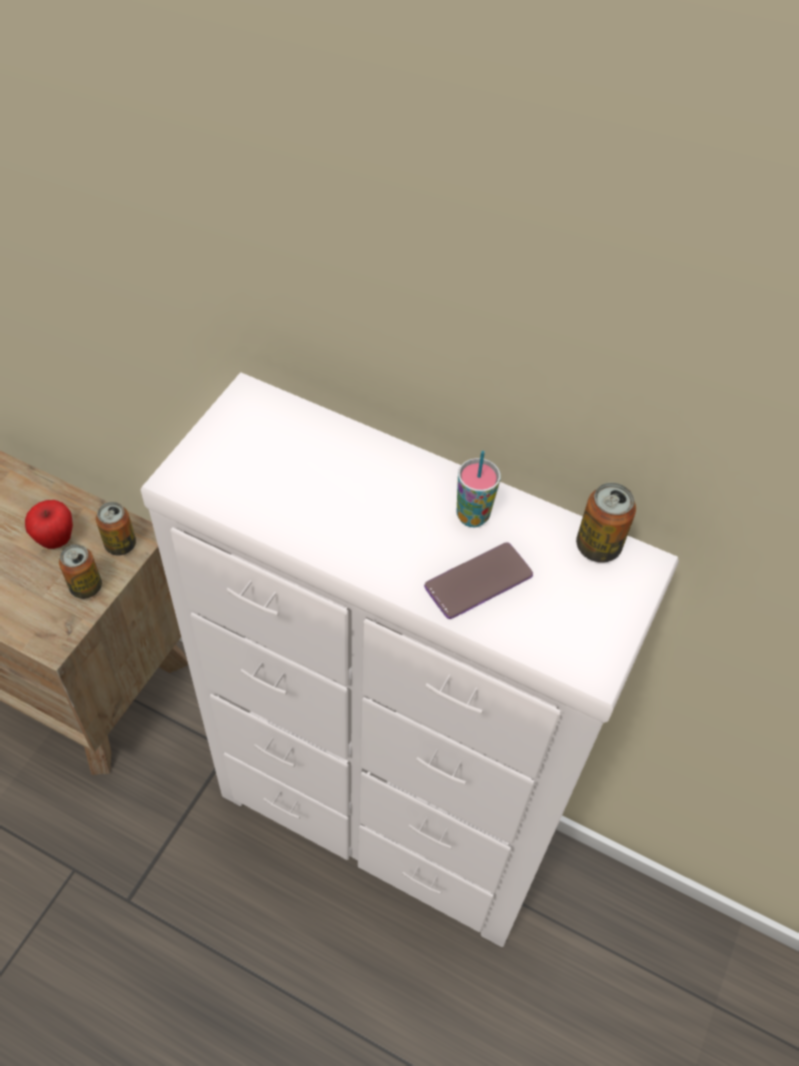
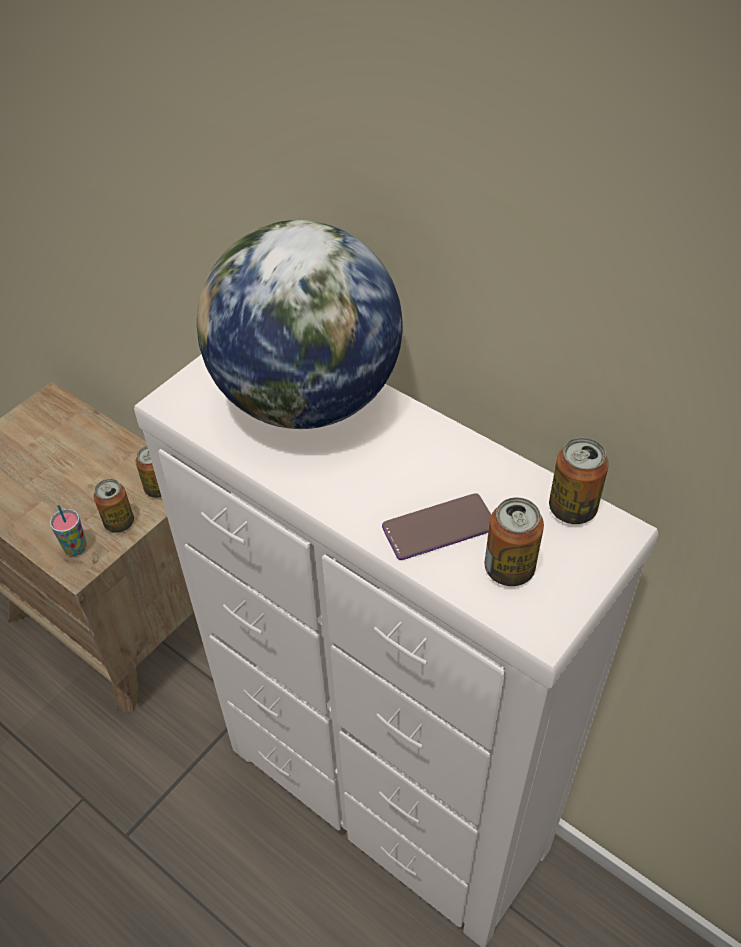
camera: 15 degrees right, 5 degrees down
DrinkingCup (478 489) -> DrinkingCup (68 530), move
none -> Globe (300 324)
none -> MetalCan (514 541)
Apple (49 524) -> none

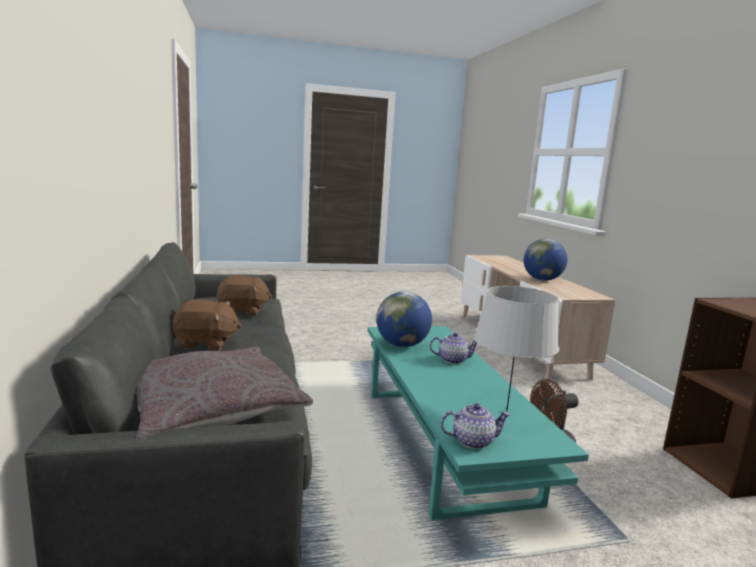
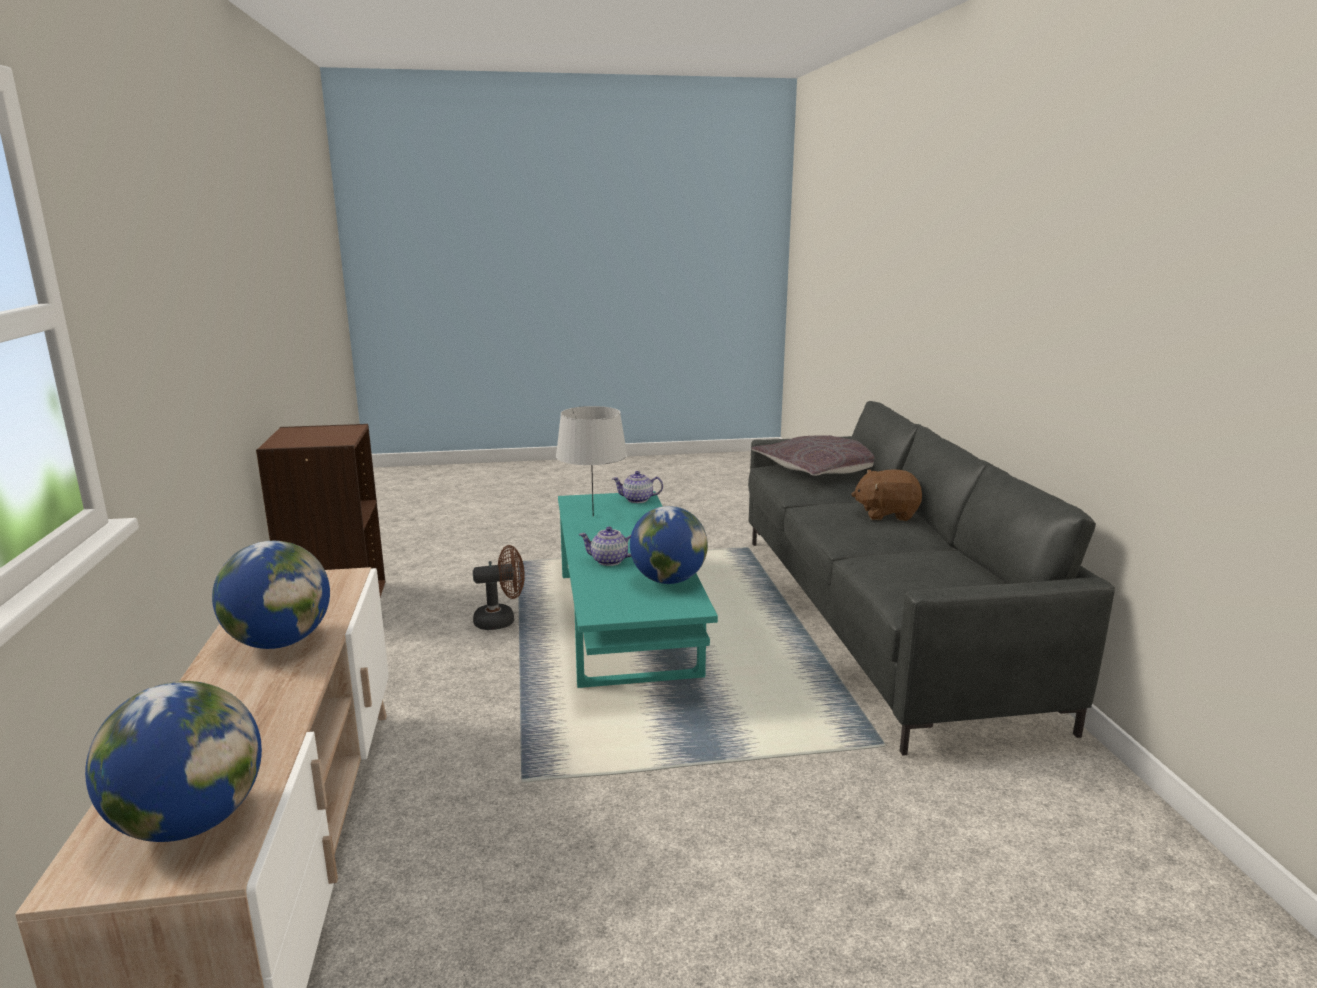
camera: 175 degrees left, 5 degrees up
none -> Globe (173 761)
BrownishPlushToy (245 296) -> none

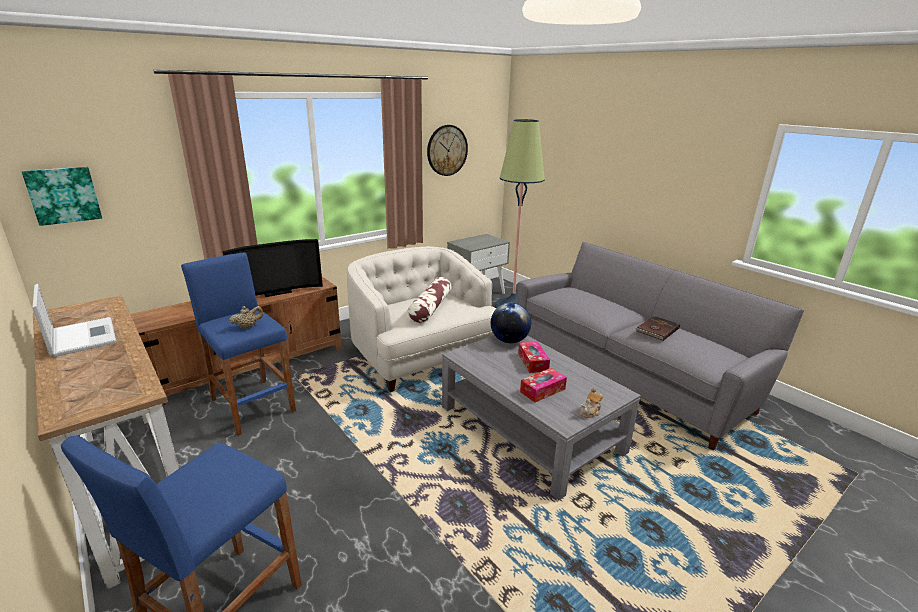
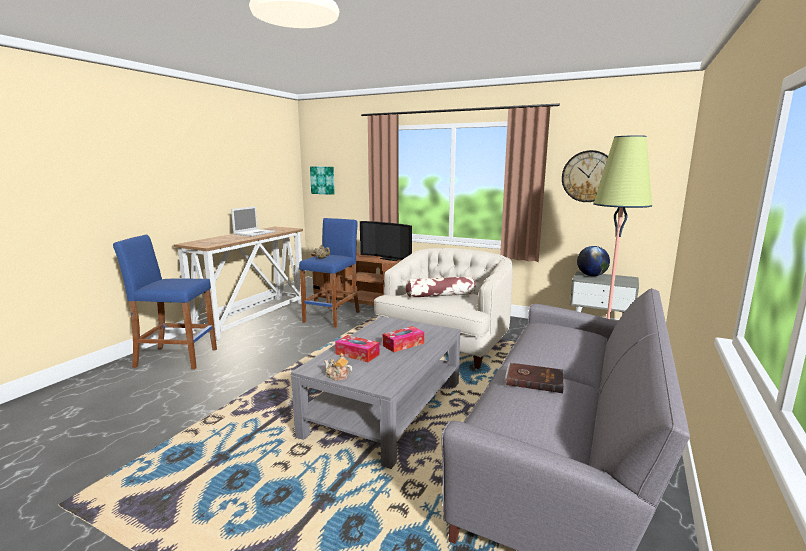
camera: 65 degrees right, 10 degrees down
Globe (511 323) -> Globe (593 261), move

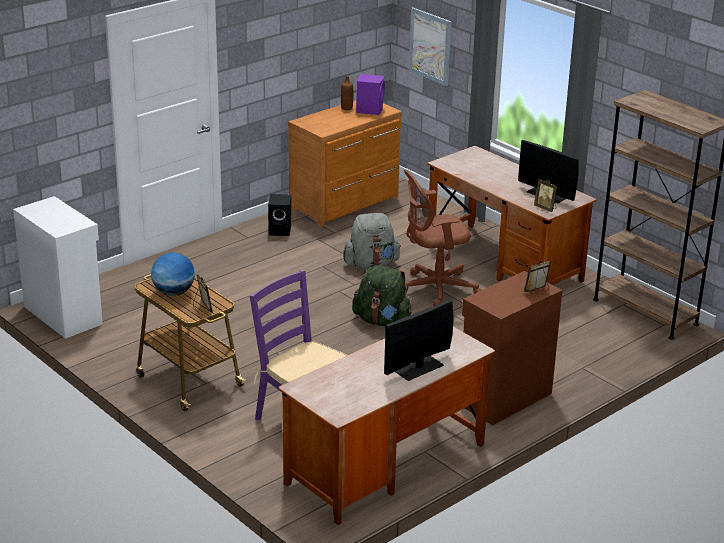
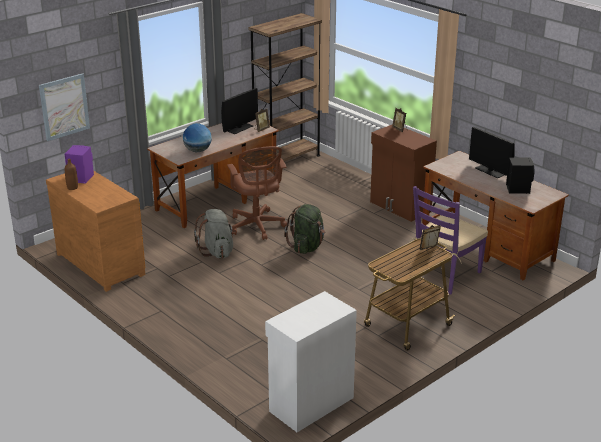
camera: 90 degrees left, 0 degrees up
Globe (173 274) -> Globe (197 137), move
BlackishLoudspeaker (279 215) -> BlackishLoudspeaker (520 175), move

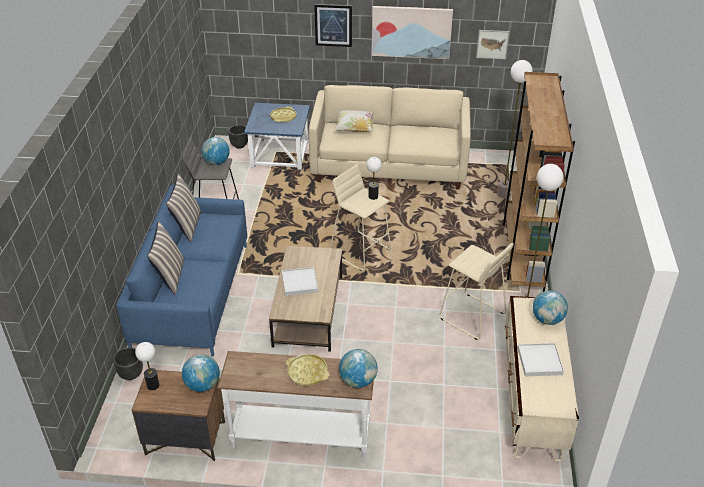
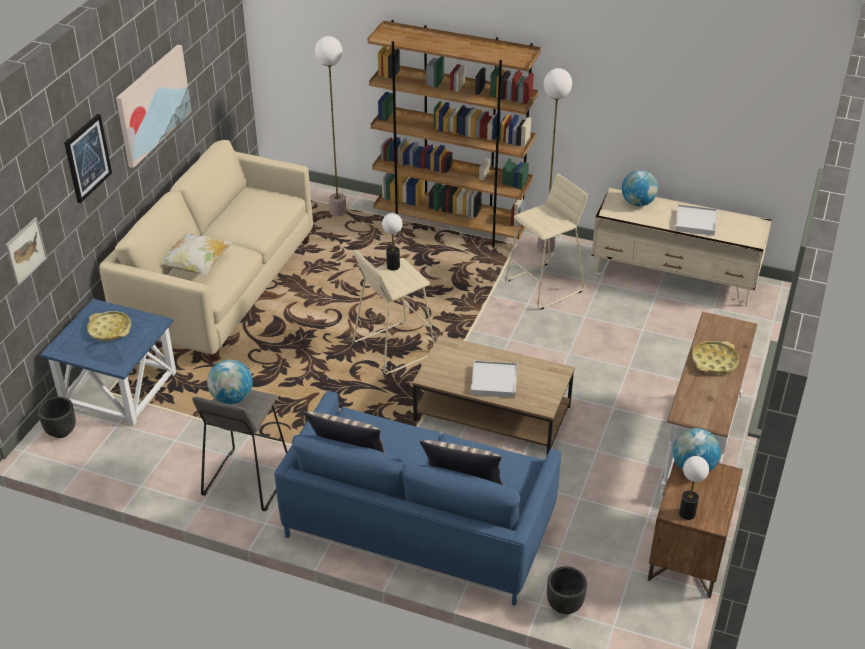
camera: 75 degrees left, 0 degrees up
WallArt (493 44) -> WallArt (26 251), move
Globe (358 368) -> none

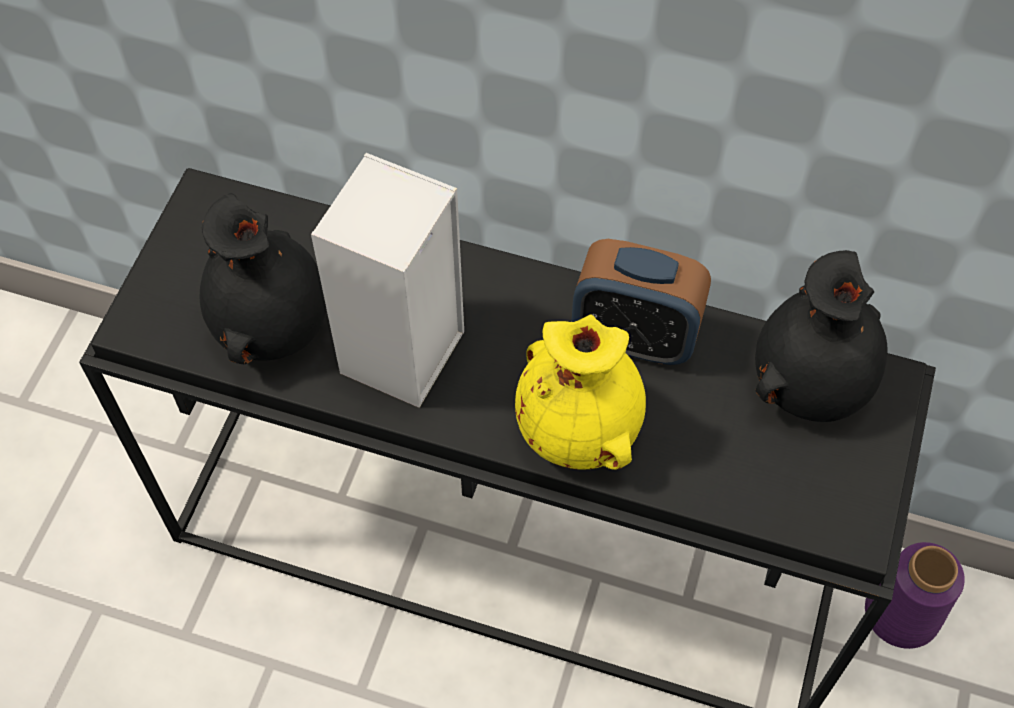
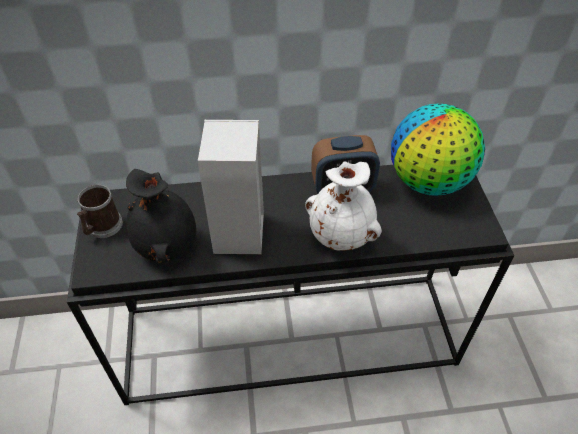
camera: 25 degrees left, 10 degrees down
none -> CoffeeMug (100 211)
YellowDecorativeVase (580 392) -> WhiteDecorativeVase (343 206)
BlackishDecorativeVase (821 336) -> Globe (438 150)
PurpleColouredDecorativeVase (915 595) -> none

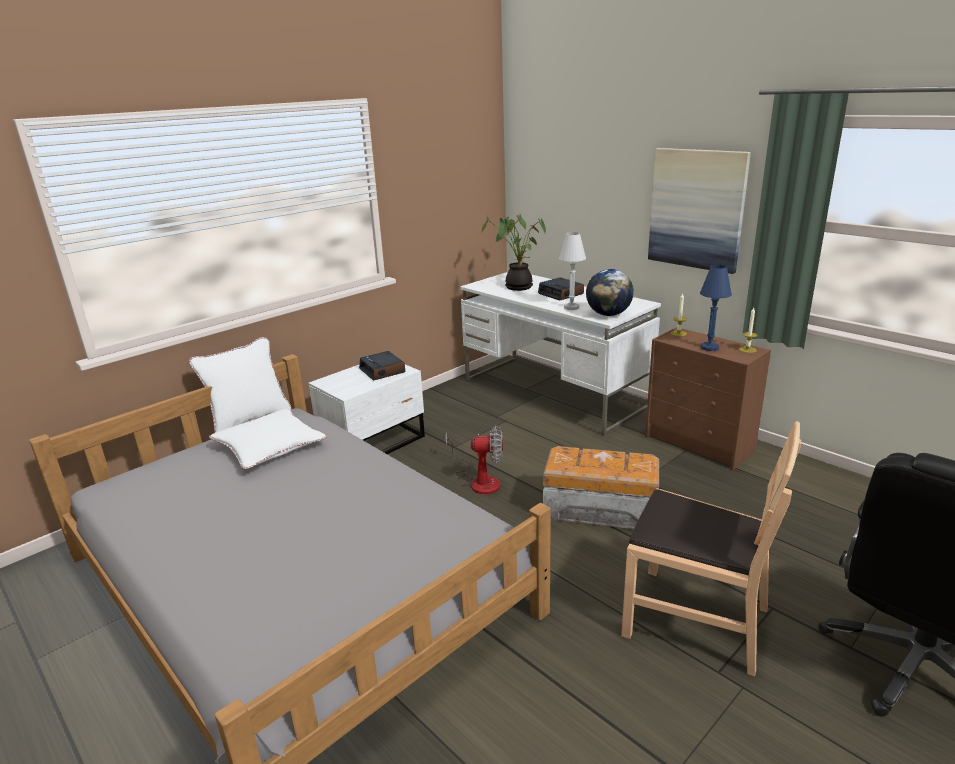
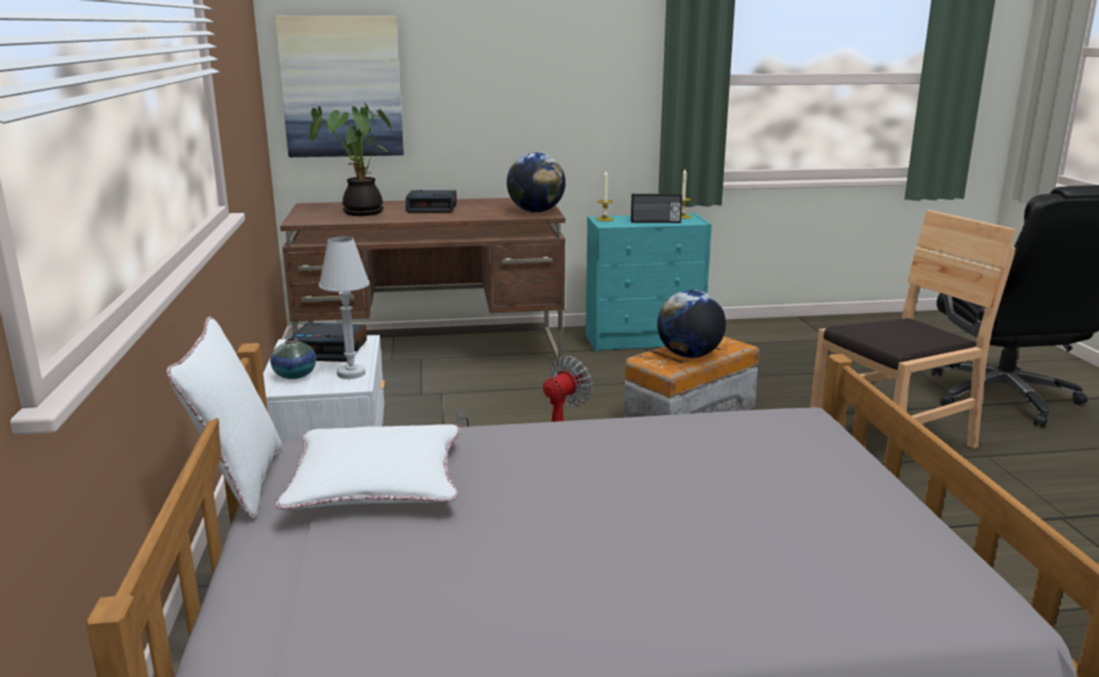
camera: 55 degrees left, 5 degrees down
none -> DecorativeVase (293 358)
WallArt (699 211) -> WallArt (339 86), move
WhiteDeskUnit (560 354) -> BrownishDeskUnit (422 281)
WhiteTableLamp (572 271) -> WhiteTableLamp (344 308), move
BrownishDrawerChest (708 398) -> BlueGreenDrawerChest (649 282)
BlueTableLamp (716 307) -> RadioSet (656 208)
none -> Globe (691 324)

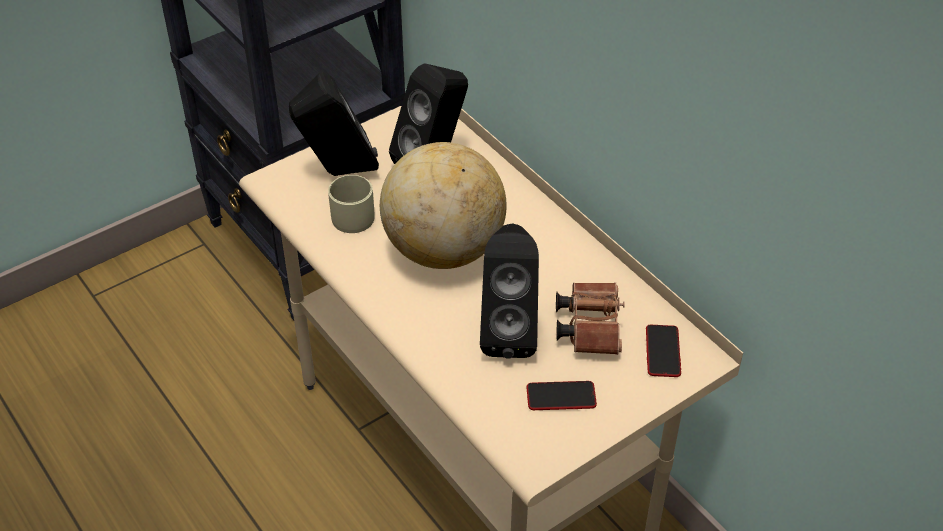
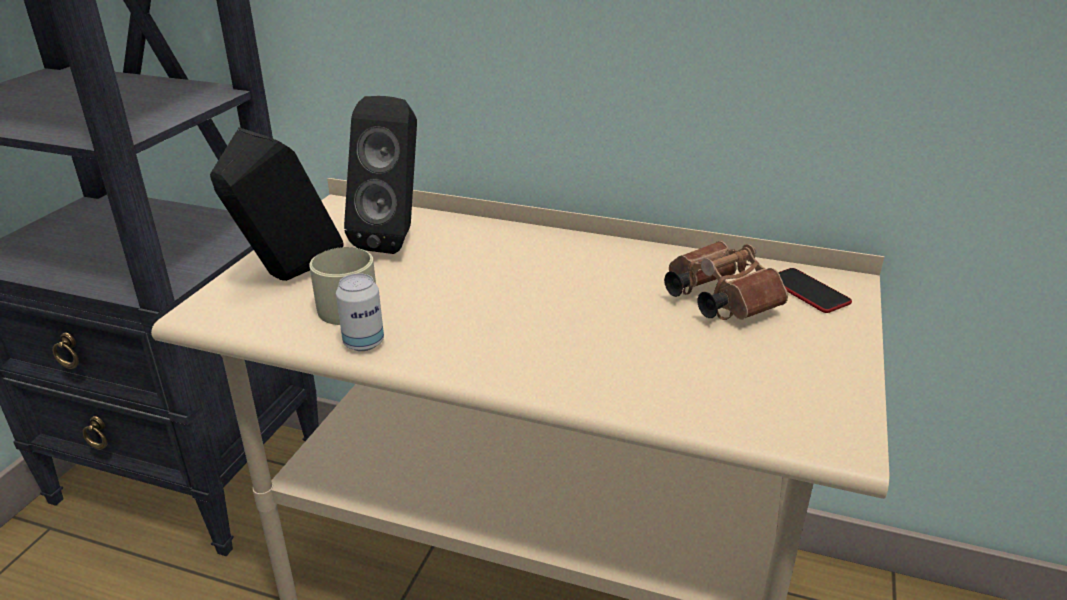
camera: 35 degrees left, 15 degrees down
none -> MetalCan (360 312)
Globe (443 205) -> none
BlackishLoudspeaker (509 291) -> none
Handset (562 395) -> none

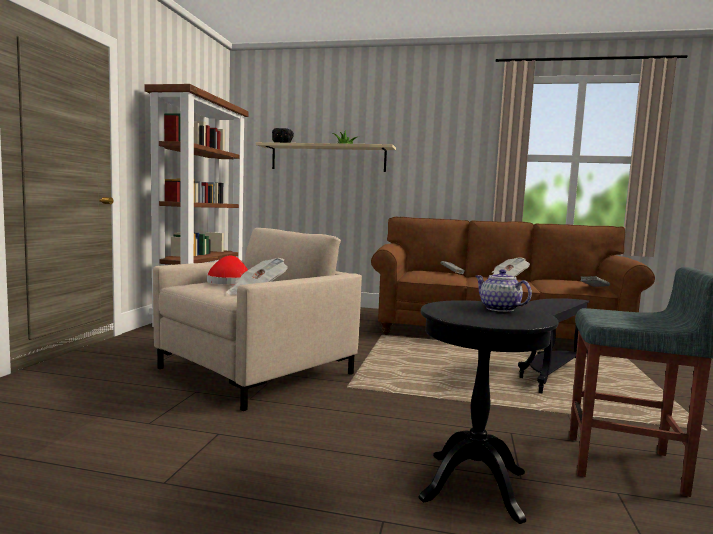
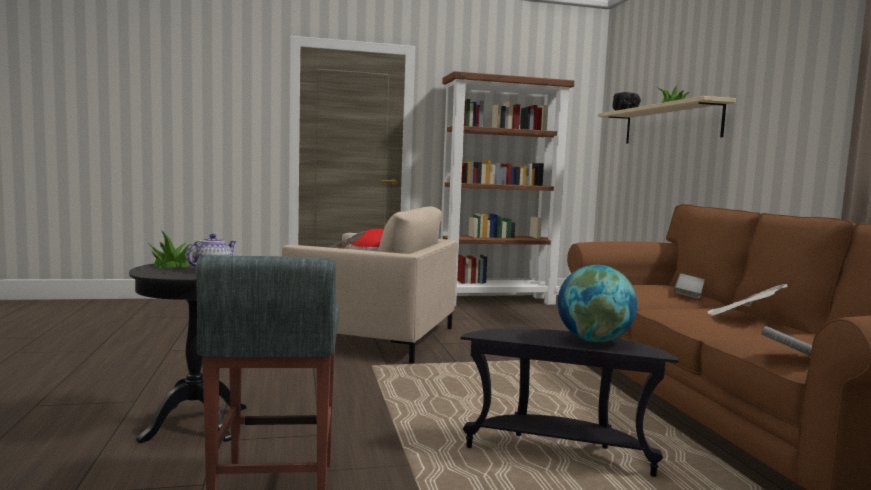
camera: 65 degrees right, 0 degrees up
none -> PottedPlant (173 249)
none -> Globe (597 303)

